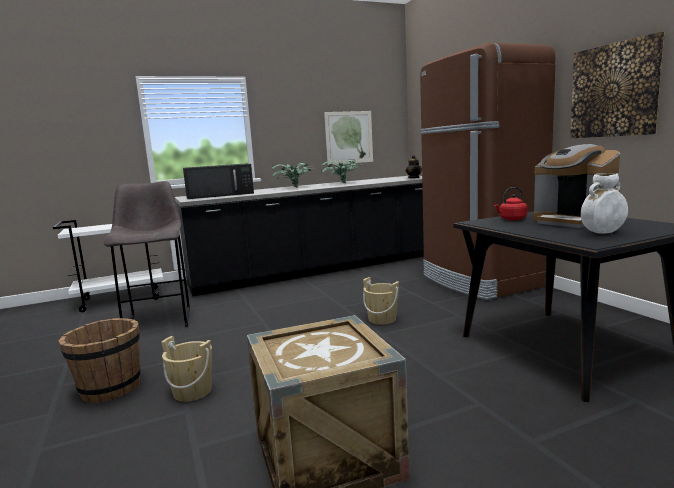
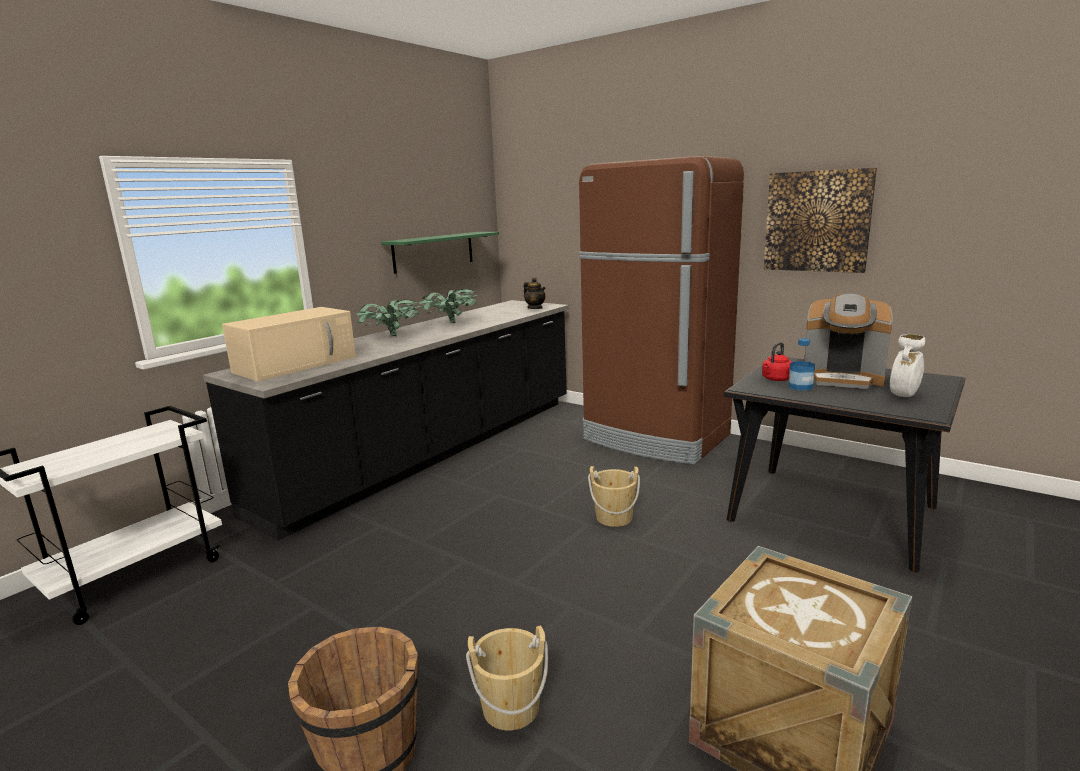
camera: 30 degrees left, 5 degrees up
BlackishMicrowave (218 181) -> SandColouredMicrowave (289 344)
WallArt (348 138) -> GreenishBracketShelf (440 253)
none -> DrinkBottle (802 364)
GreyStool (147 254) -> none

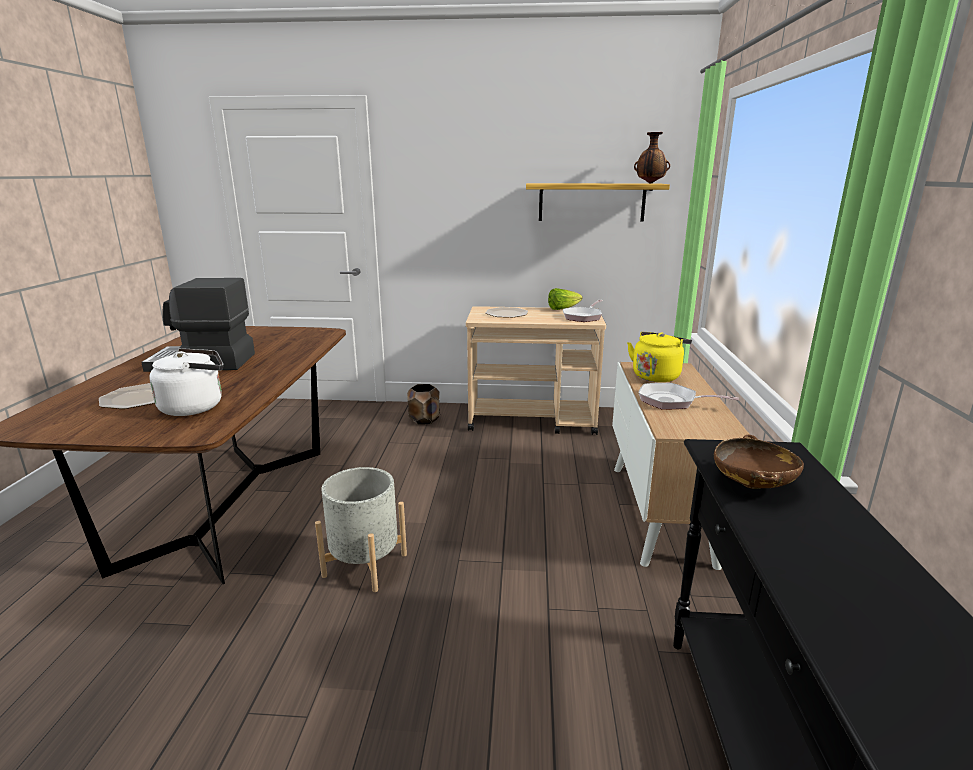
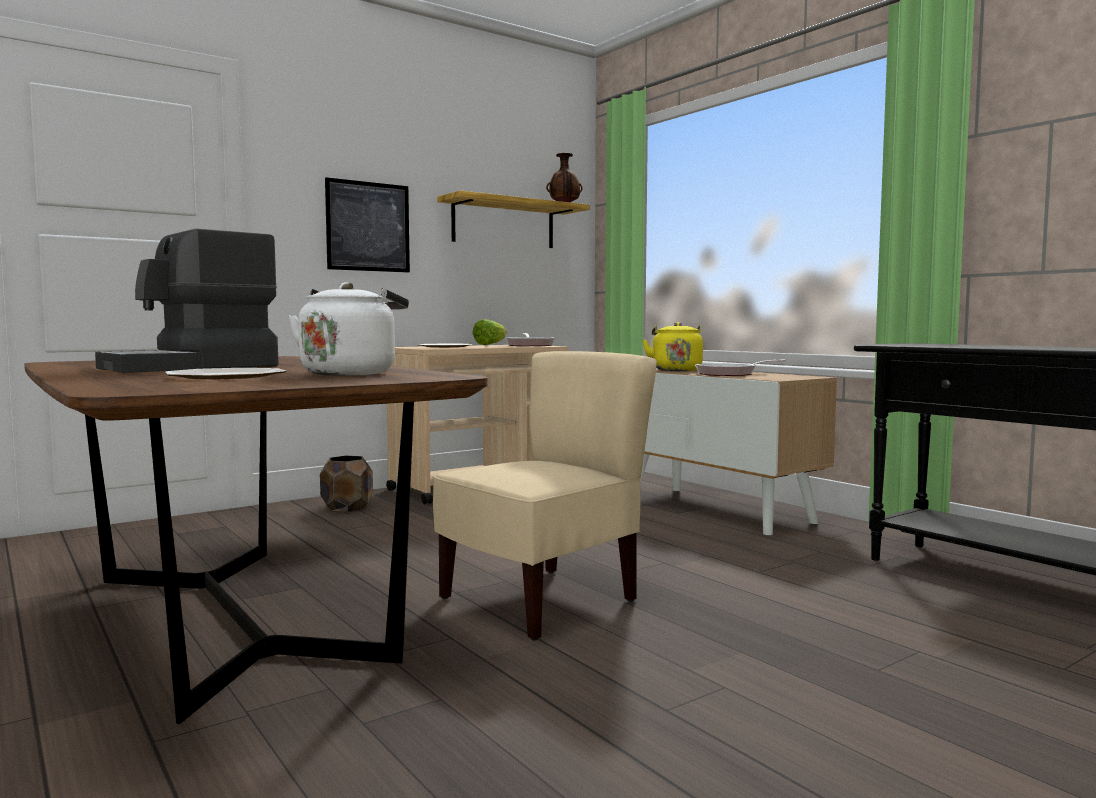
camera: 40 degrees left, 15 degrees down
none -> WallArt (367 224)
GreyPlanter (361 529) -> SandColouredPlainChair (545 496)
BrownishDeepDish (759 462) -> none

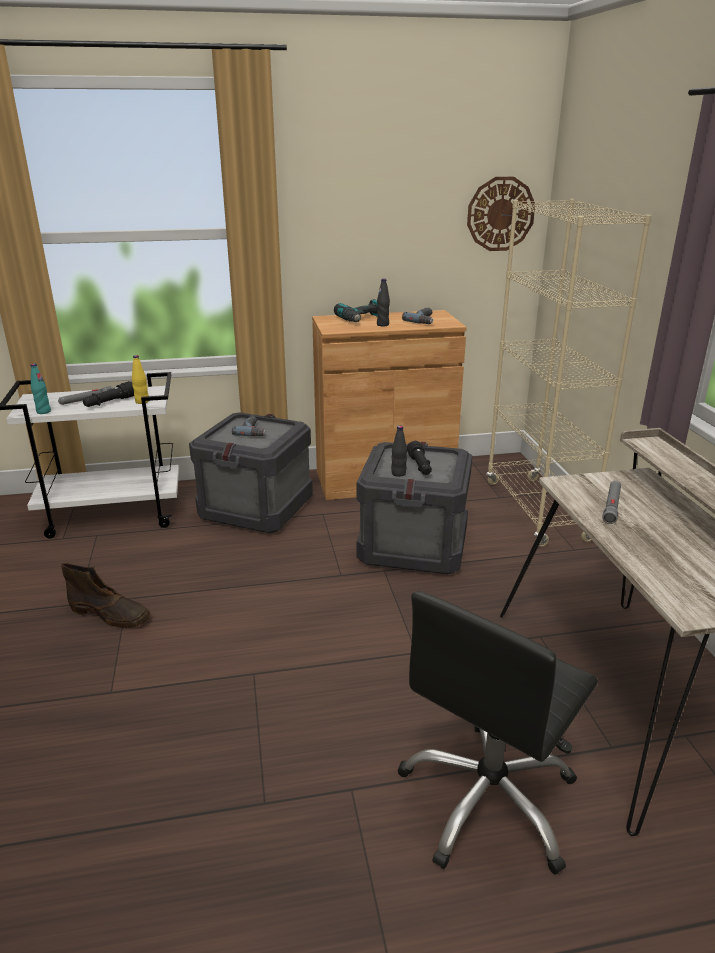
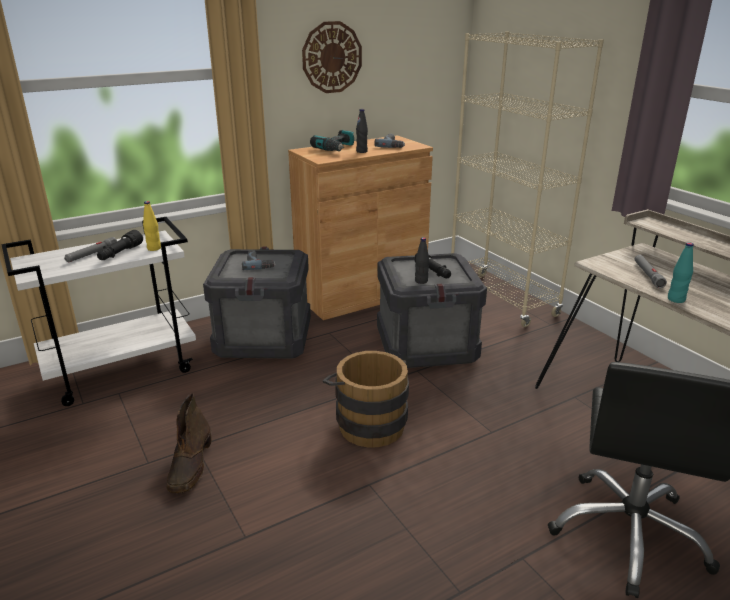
camera: 20 degrees left, 0 degrees up
BrownishTallBoot (105 595) -> BrownishTallBoot (189 443), 90 degrees clockwise
HangingClock (501 214) -> HangingClock (332 57), move
none -> BrownishWaterBucket (366 399)
BlueGreenDrinkBottle (41 389) -> BlueGreenDrinkBottle (681 272), move

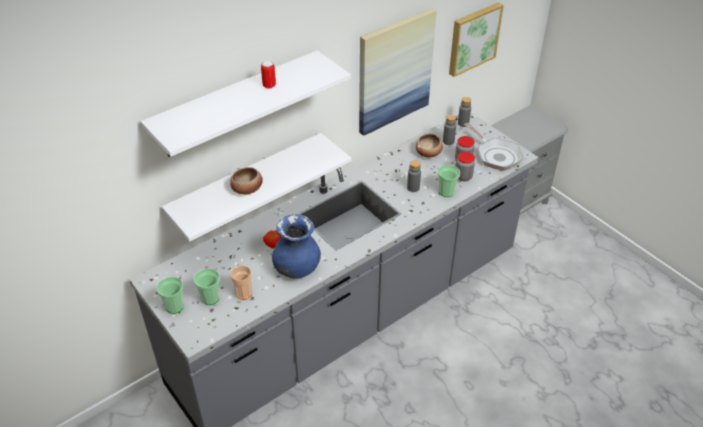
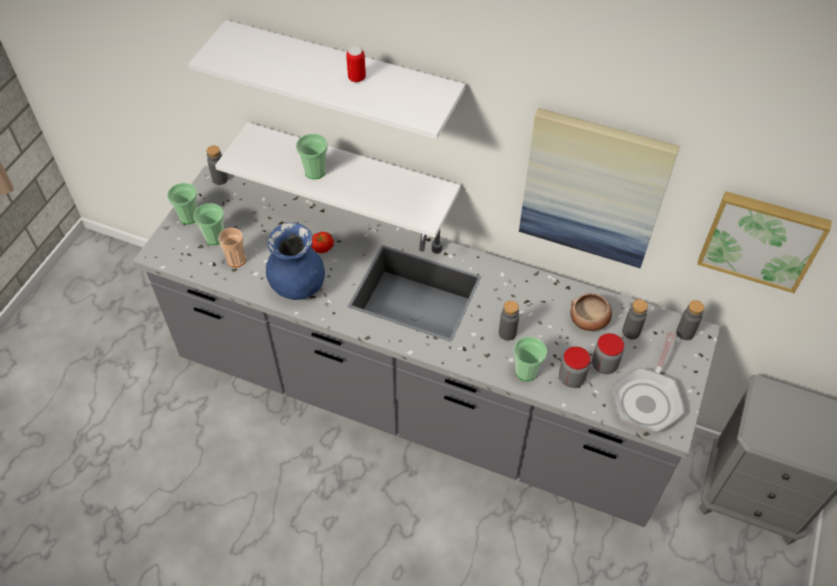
camera: 60 degrees right, 10 degrees up
none -> GreyDrinkBottle (217 165)
DeepDish (246 180) -> DrinkingCup (312 156)

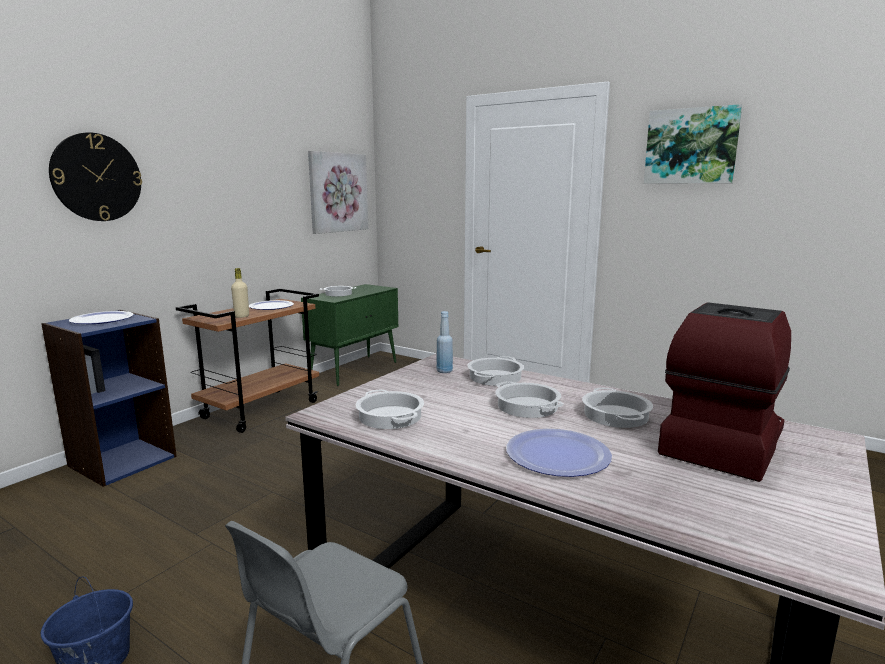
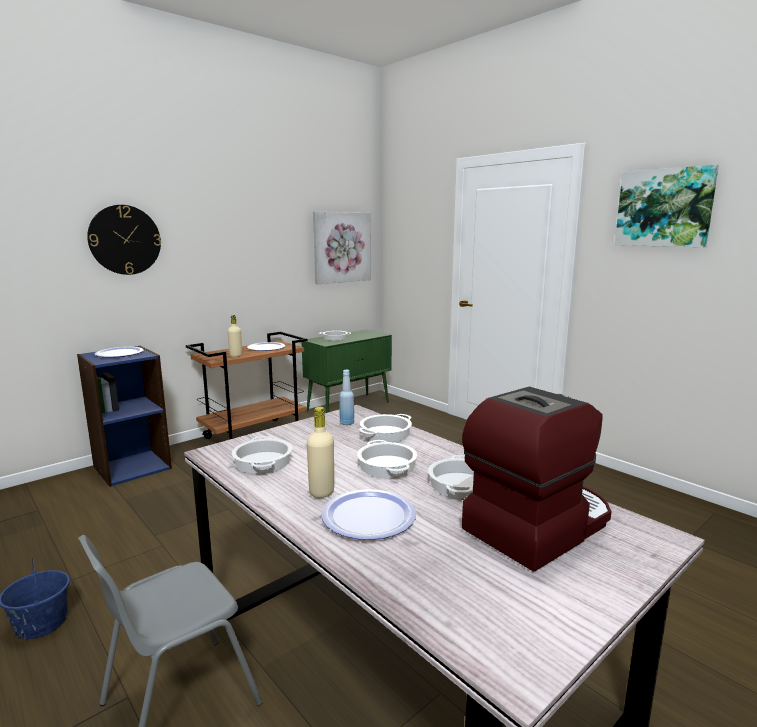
camera: 15 degrees right, 0 degrees up
none -> SandColouredDrinkBottle (320 452)

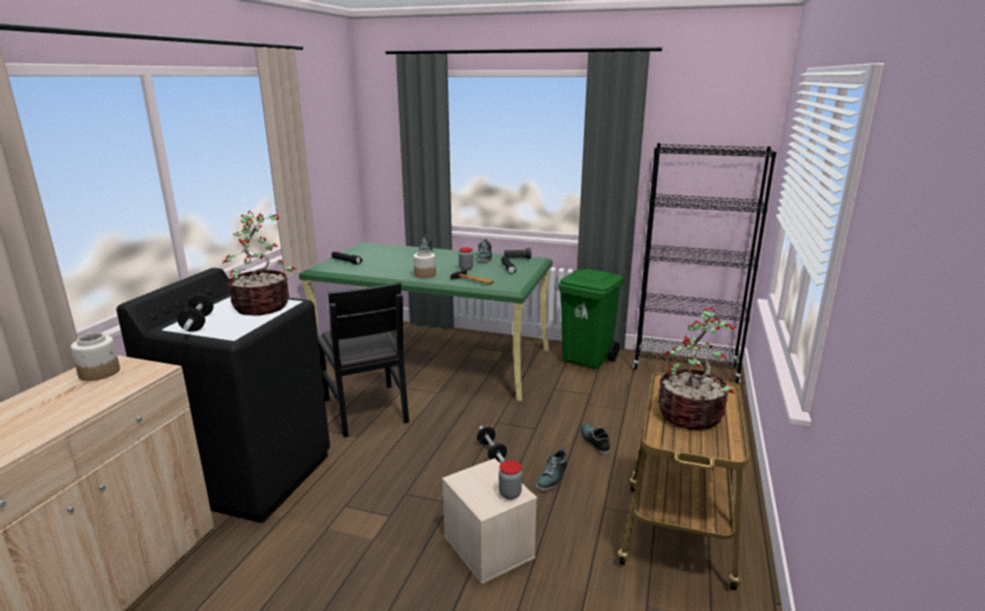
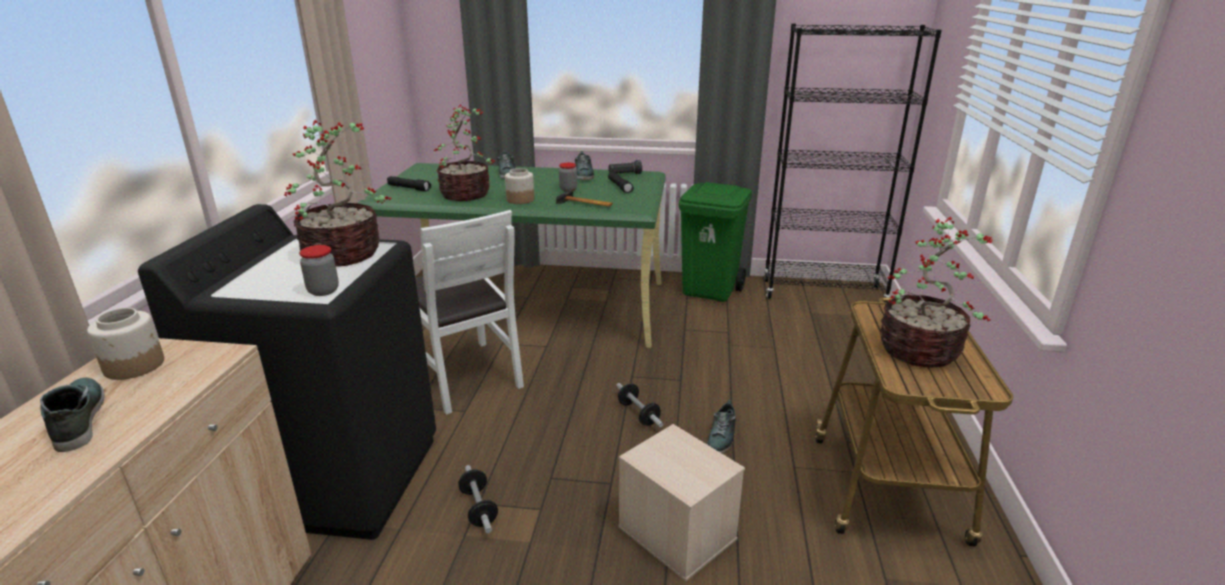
camera: 10 degrees left, 5 degrees up
ItemOfFootwear (595 439) -> ItemOfFootwear (72 415), move
Jar (510 480) -> Jar (319 270), move
BlackishPlainChair (363 359) -> WhitePlainChair (469 312)
none -> PottedPlant (464 152)
Dumbbell (195 313) -> Dumbbell (478 499), move

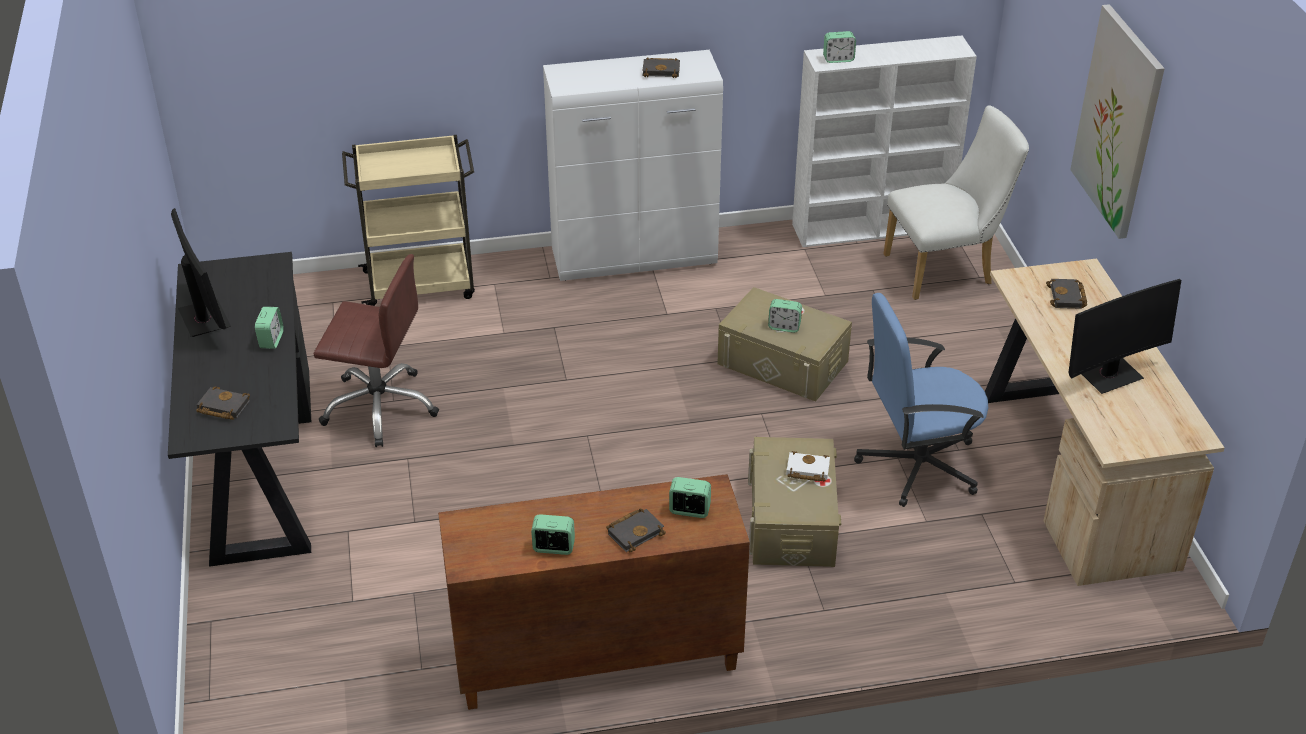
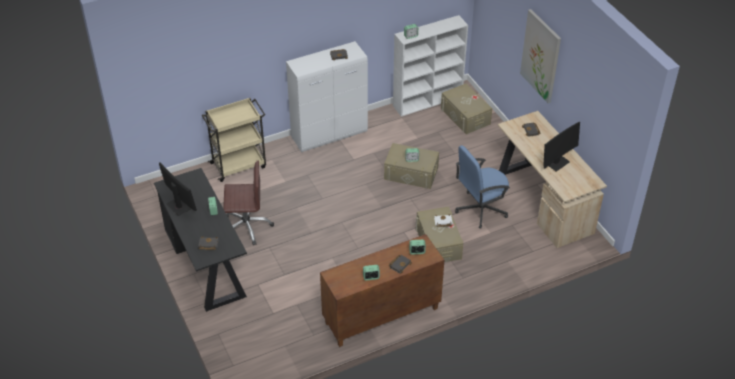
camera: 15 degrees left, 5 degrees up
WhitePlainChair (956 202) -> SandColouredStorageContainer (466 109)

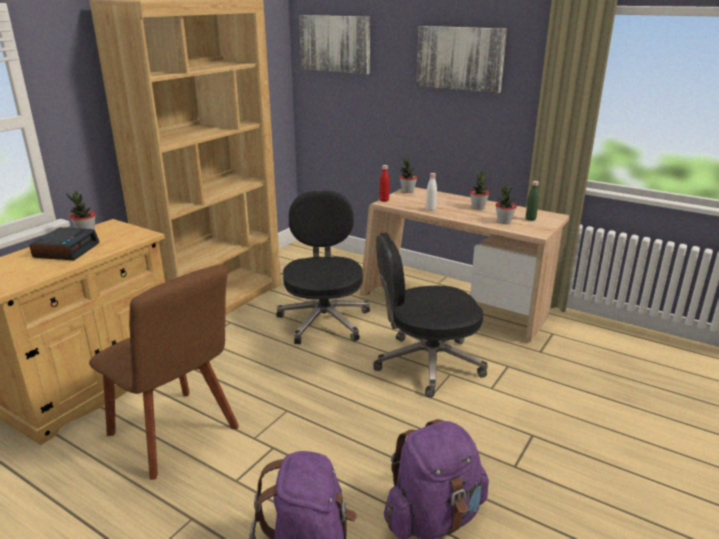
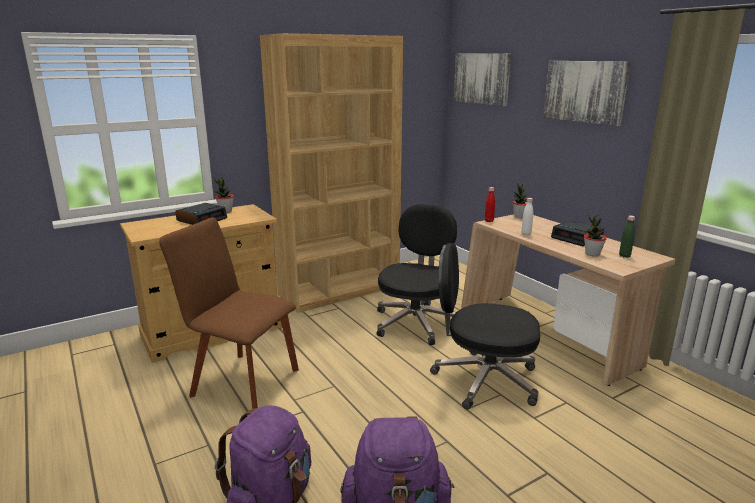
camera: 25 degrees right, 5 degrees down
BrownishPlainChair (164 372) -> BrownishPlainChair (229 313), 135 degrees clockwise
PottedPlant (479 190) -> AlarmClock (577 233)

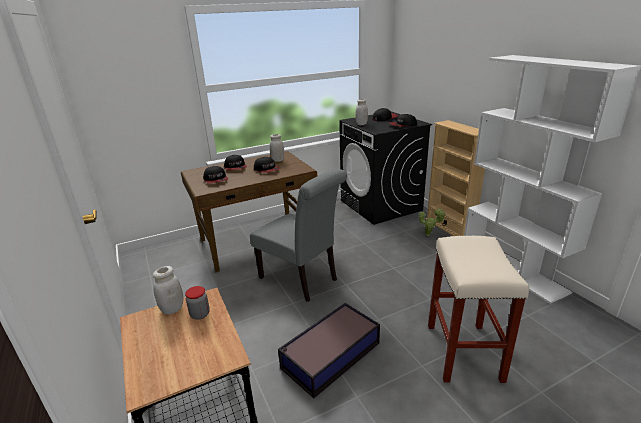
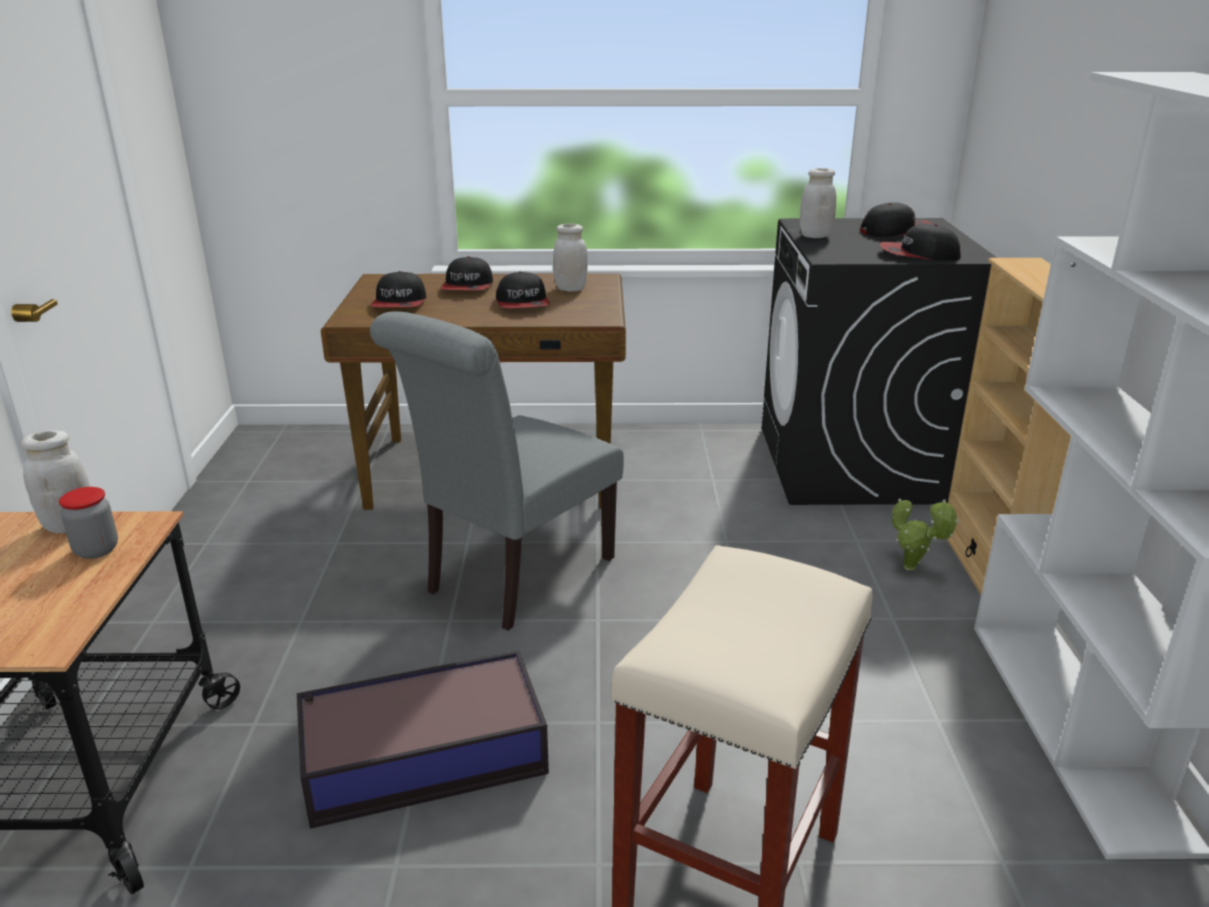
camera: 25 degrees right, 0 degrees up
GreyPlainChair (298 235) -> GreyPlainChair (497 471), 60 degrees clockwise

